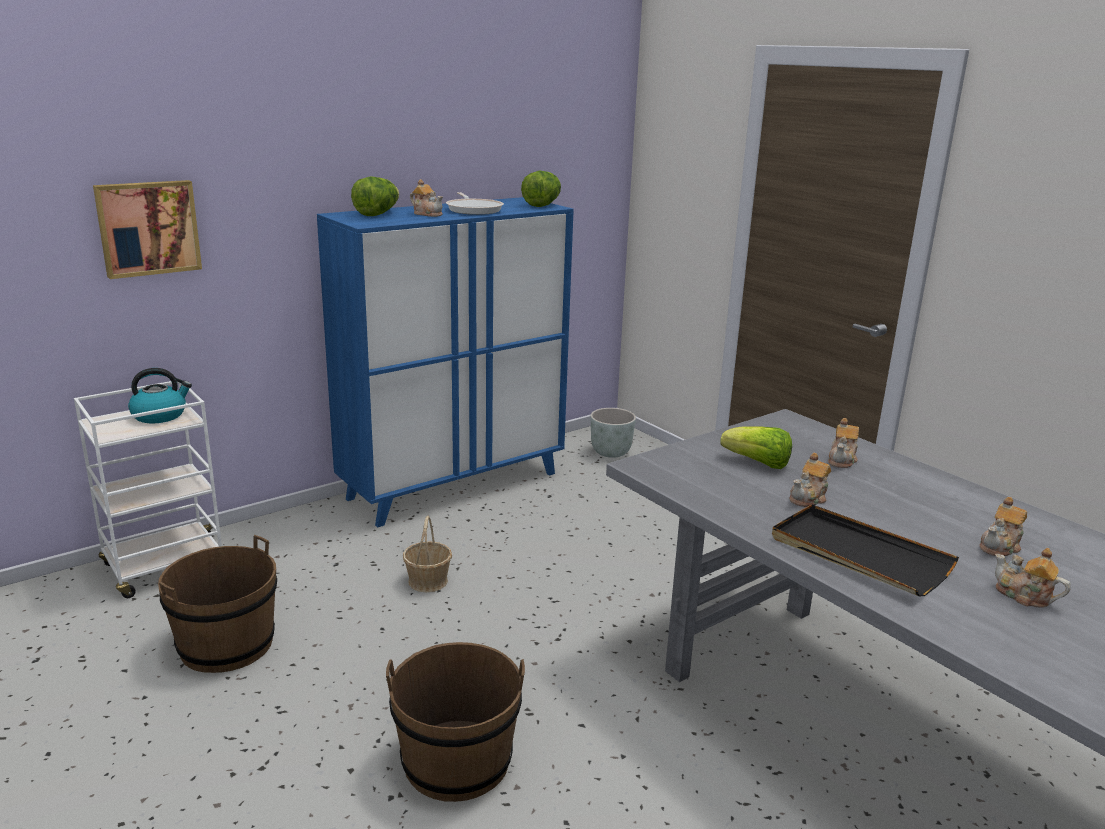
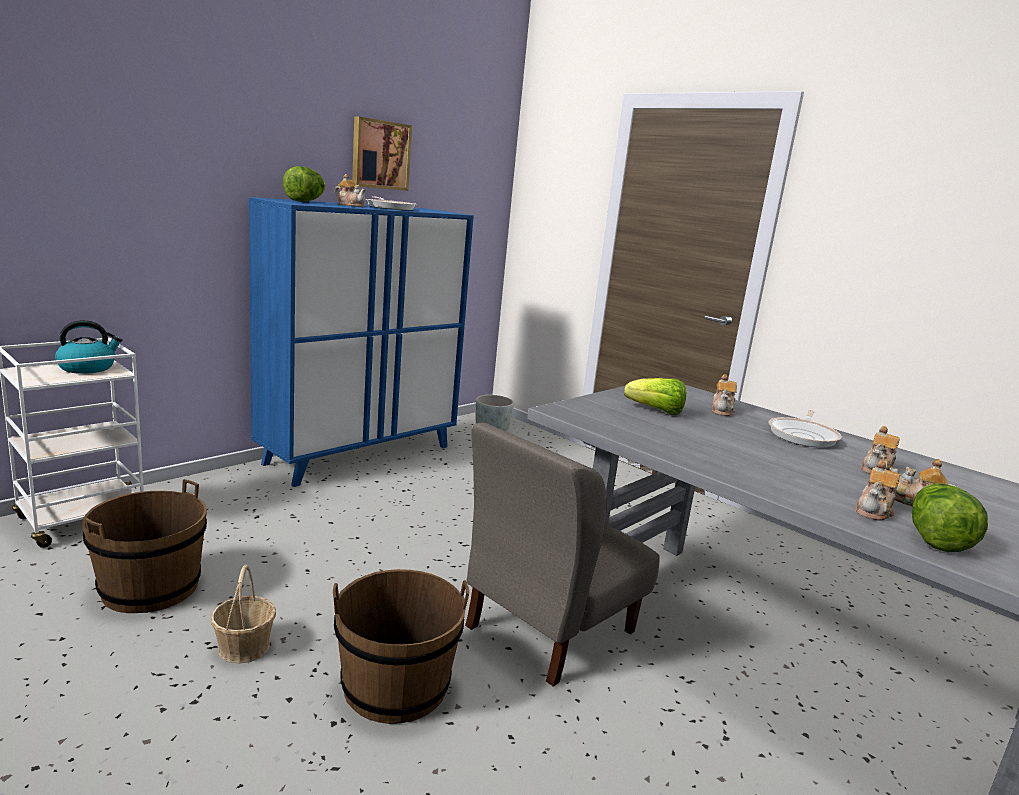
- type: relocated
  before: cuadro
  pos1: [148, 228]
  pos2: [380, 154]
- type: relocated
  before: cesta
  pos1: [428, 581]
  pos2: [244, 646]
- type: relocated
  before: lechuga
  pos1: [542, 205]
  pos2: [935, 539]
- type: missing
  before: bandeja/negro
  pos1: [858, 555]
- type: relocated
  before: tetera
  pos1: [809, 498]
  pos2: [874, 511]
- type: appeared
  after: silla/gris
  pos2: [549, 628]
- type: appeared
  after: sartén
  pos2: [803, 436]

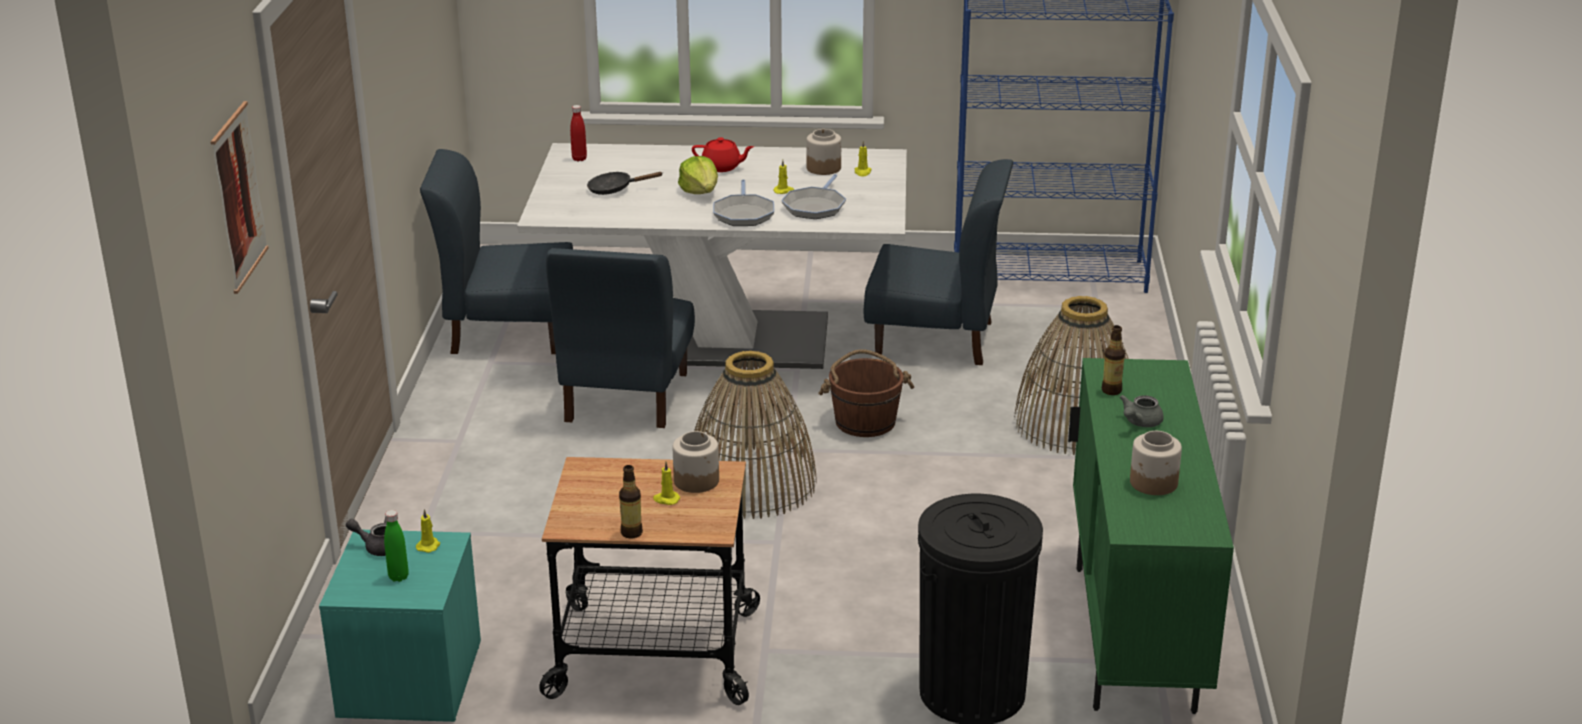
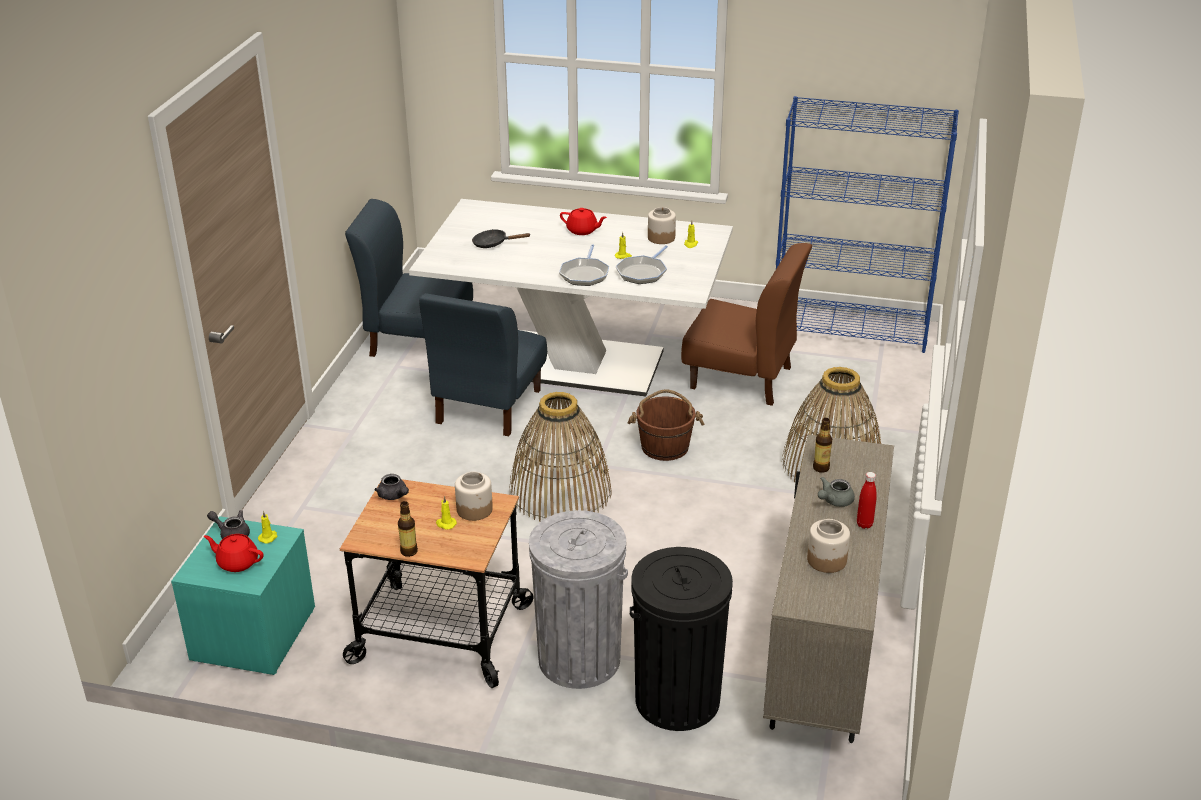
- type: missing
  before: cuadro
  pos1: [238, 197]
- type: exchanged
  before: botella/verde
  after: tetera/rojo
  pos1: [398, 577]
  pos2: [237, 562]
- type: relocated
  before: botella/rojo
  pos1: [579, 159]
  pos2: [864, 524]
- type: missing
  before: lechuga
  pos1: [700, 191]
- type: colour
  before: silla/azul
  after: silla/marrón
  pos1: [935, 338]
  pos2: [741, 378]
- type: colour
  before: armario/verde
  after: armario/beis
  pos1: [1133, 638]
  pos2: [821, 667]
- type: appeared
  after: tetera/gris
  pos2: [394, 496]
- type: appeared
  after: papelera/gris
  pos2: [579, 659]

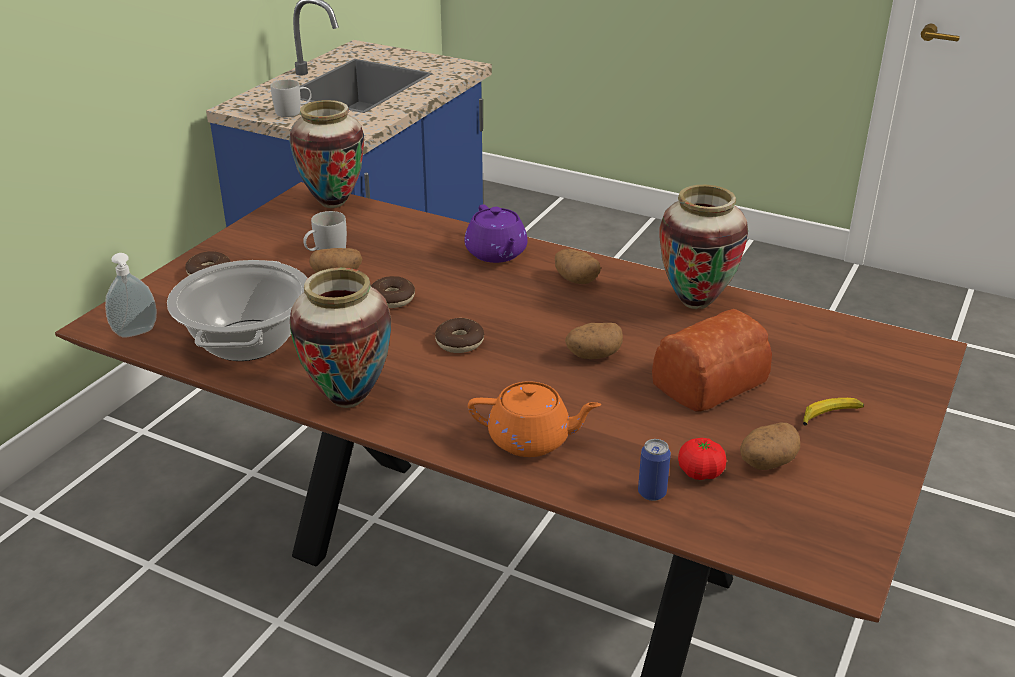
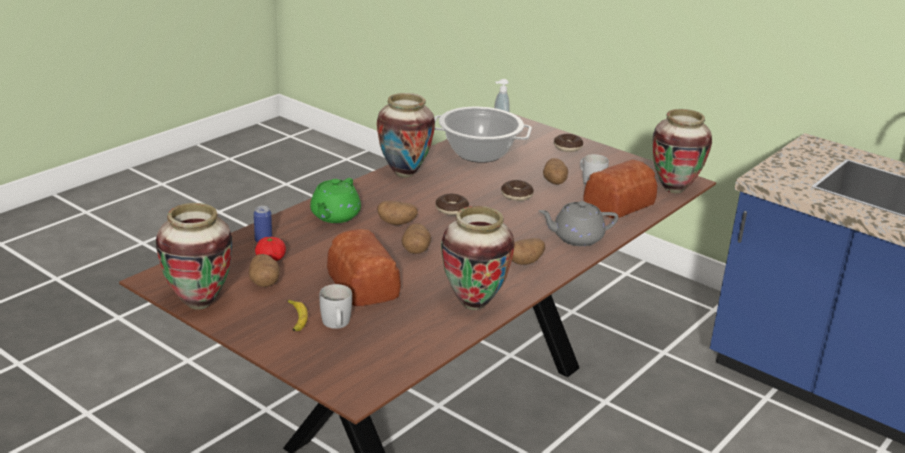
- type: relocated
  before: taza grande/blanco
  pos1: [293, 112]
  pos2: [336, 325]
- type: colour
  before: tetera/morado
  after: tetera/gris
  pos1: [496, 253]
  pos2: [576, 238]
- type: colour
  before: tetera/naranja
  after: tetera/verde
  pos1: [531, 440]
  pos2: [334, 216]
- type: appeared
  after: florero
  pos2: [199, 303]
- type: appeared
  after: patata
  pos2: [397, 223]
- type: appeared
  after: pan
  pos2: [617, 204]

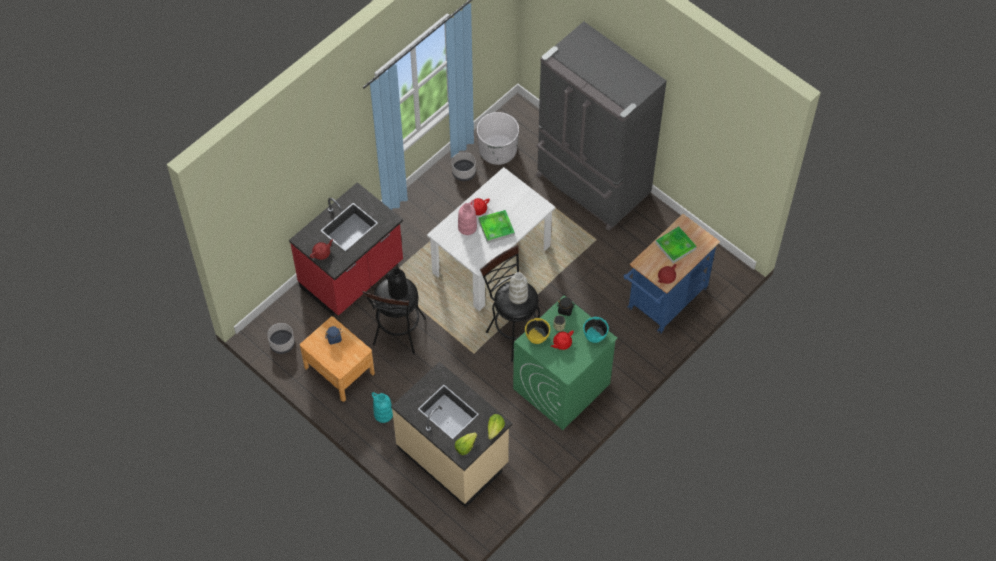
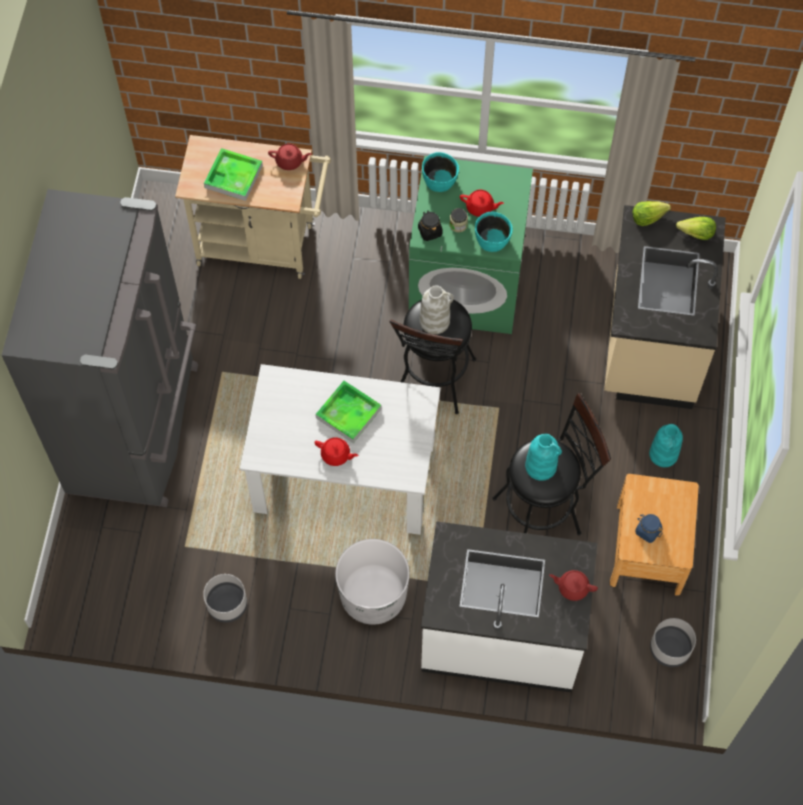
- type: colour
  before: mueble bajo de cocina/rojo
  after: mueble bajo de cocina/blanco
  pos1: [352, 276]
  pos2: [501, 633]
- type: colour
  before: florero/negro
  after: florero/turquesa
  pos1: [397, 291]
  pos2: [541, 466]
- type: missing
  before: florero/rosa
  pos1: [467, 227]
- type: relocated
  before: maceta/blanco
  pos1: [497, 151]
  pos2: [373, 595]
- type: colour
  before: cuenco/amarillo
  after: cuenco/turquesa
  pos1: [537, 336]
  pos2: [492, 239]
- type: colour
  before: carrito/azul
  after: carrito/beis
  pos1: [664, 302]
  pos2: [263, 245]

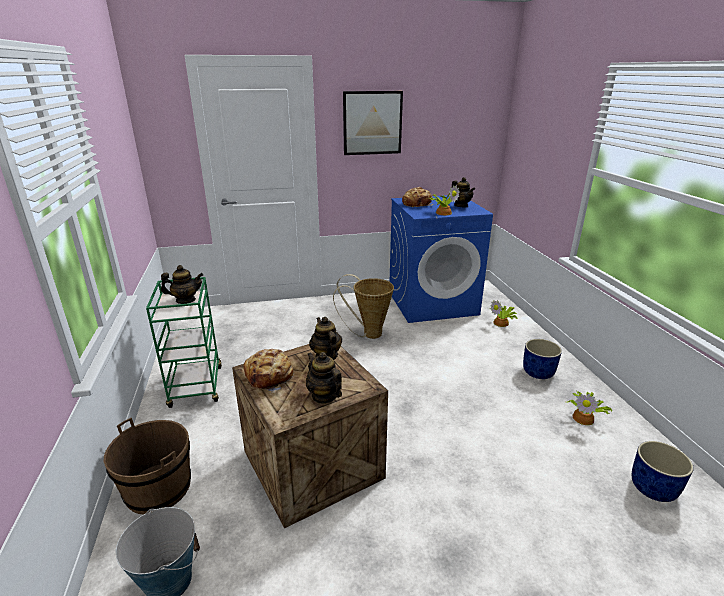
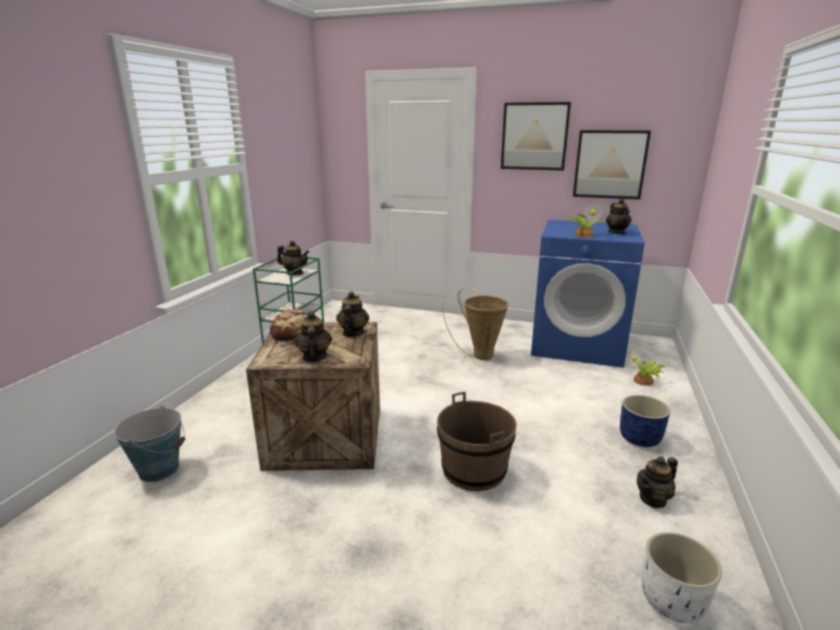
- type: relocated
  before: cubo/marrón
  pos1: [158, 488]
  pos2: [474, 470]
- type: missing
  before: pan
  pos1: [417, 204]
- type: exchanged
  before: planta en maceta
  after: tetera
  pos1: [584, 417]
  pos2: [653, 499]
- type: colour
  before: maceta/azul
  after: maceta/blanco
  pos1: [654, 488]
  pos2: [672, 601]
- type: appeared
  after: cuadro
  pos2: [610, 164]

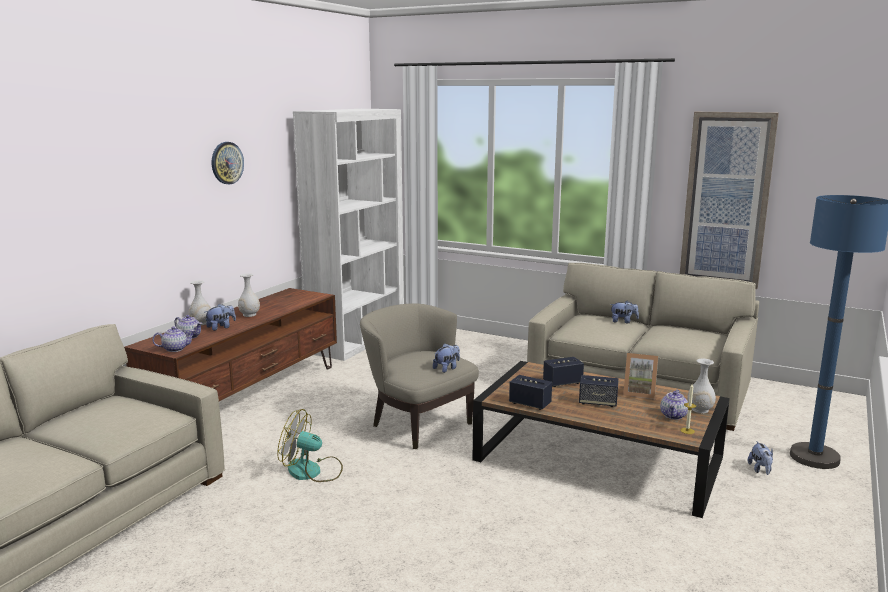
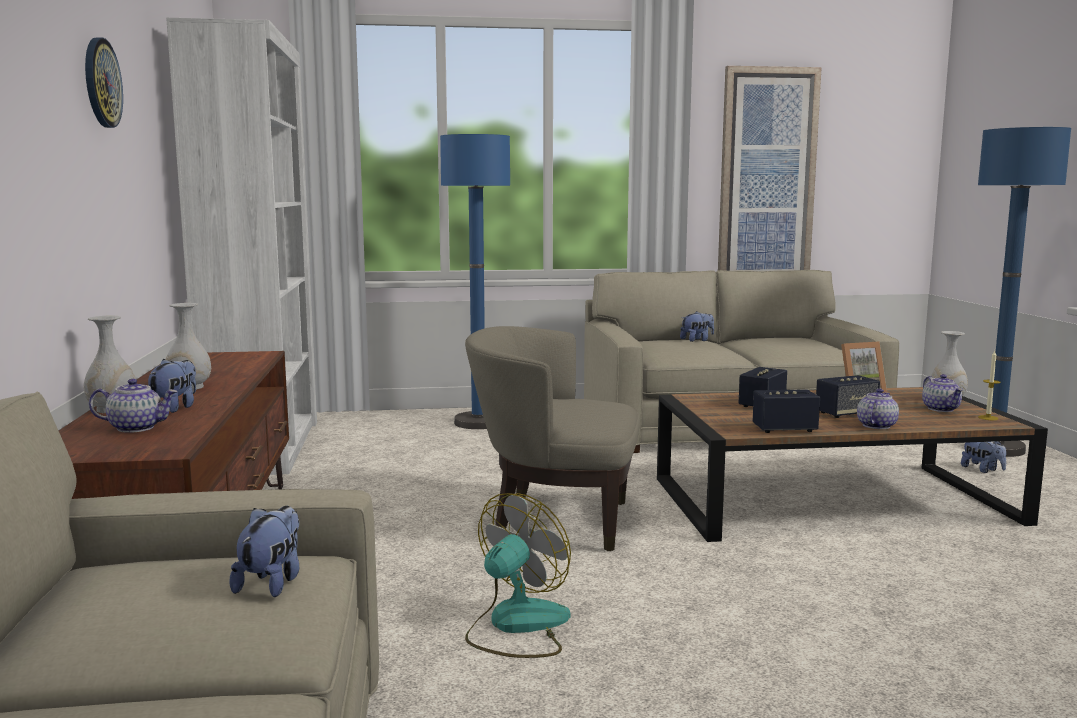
- type: relocated
  before: tetera
  pos1: [175, 349]
  pos2: [876, 426]
- type: spun
  before: ventilador
  pos1: [312, 471]
  pos2: [517, 626]
  turn: 150
- type: relocated
  before: peluche
  pos1: [447, 368]
  pos2: [272, 583]
- type: appeared
  after: lámpara de pie/azul
  pos2: [478, 422]

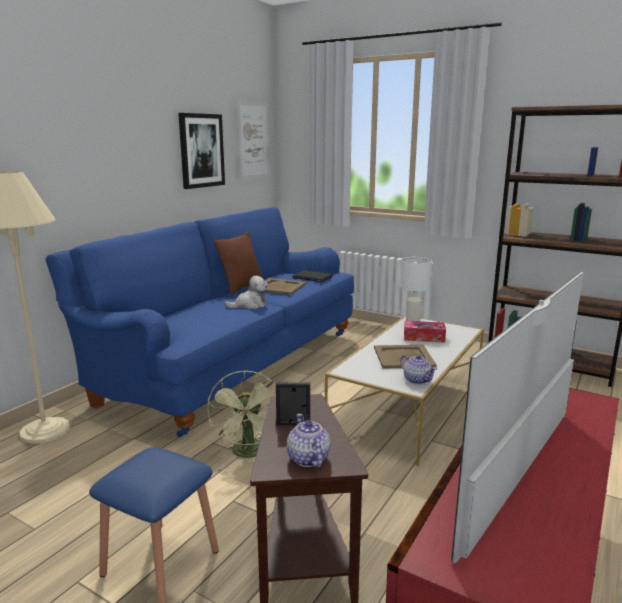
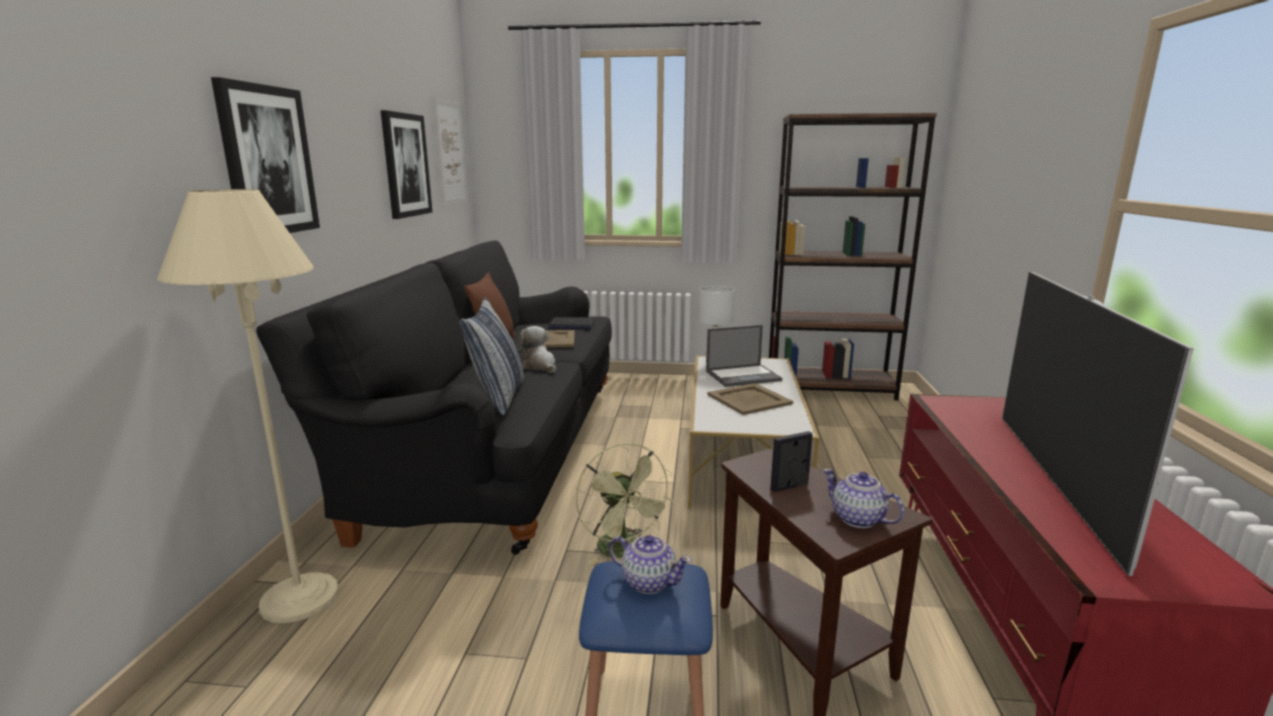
- type: colour
  before: sofá/azul
  after: sofá/negro
  pos1: [230, 364]
  pos2: [494, 451]
- type: spun
  before: peluche
  pos1: [249, 305]
  pos2: [539, 366]
  turn: -75
- type: relocated
  before: tetera
  pos1: [417, 380]
  pos2: [648, 581]
- type: exchanged
  before: caja de pañuelos
  after: portátil
  pos1: [424, 337]
  pos2: [743, 376]
- type: appeared
  after: cuadro
  pos2: [267, 161]
- type: appeared
  after: cojín
  pos2: [498, 397]

